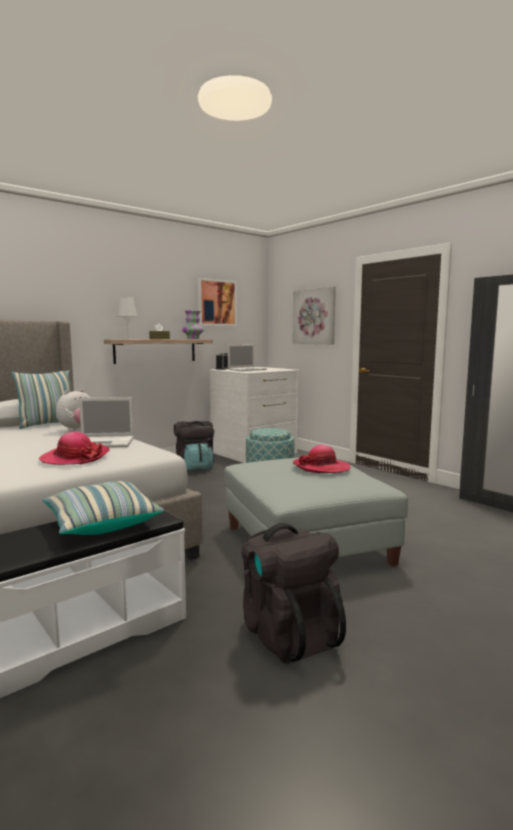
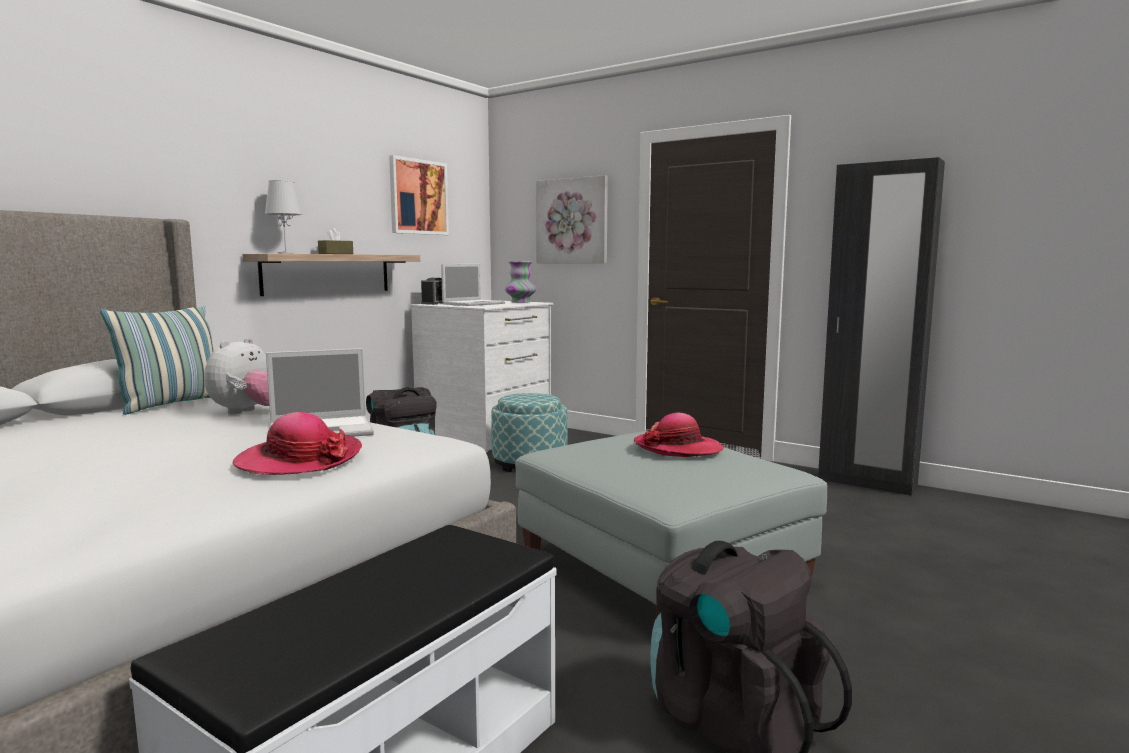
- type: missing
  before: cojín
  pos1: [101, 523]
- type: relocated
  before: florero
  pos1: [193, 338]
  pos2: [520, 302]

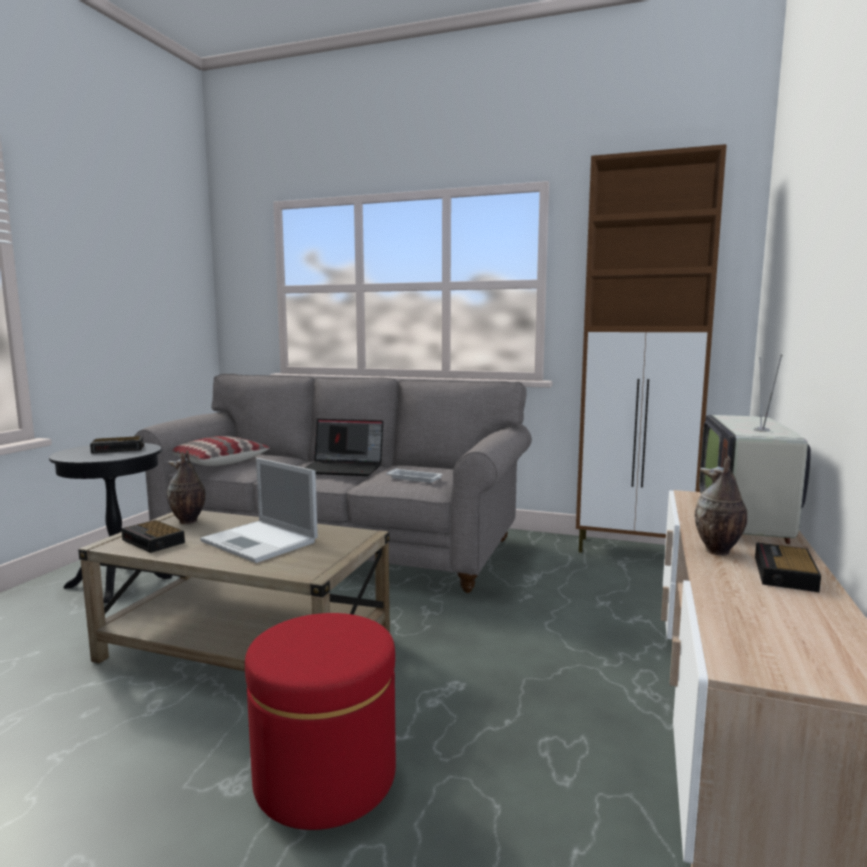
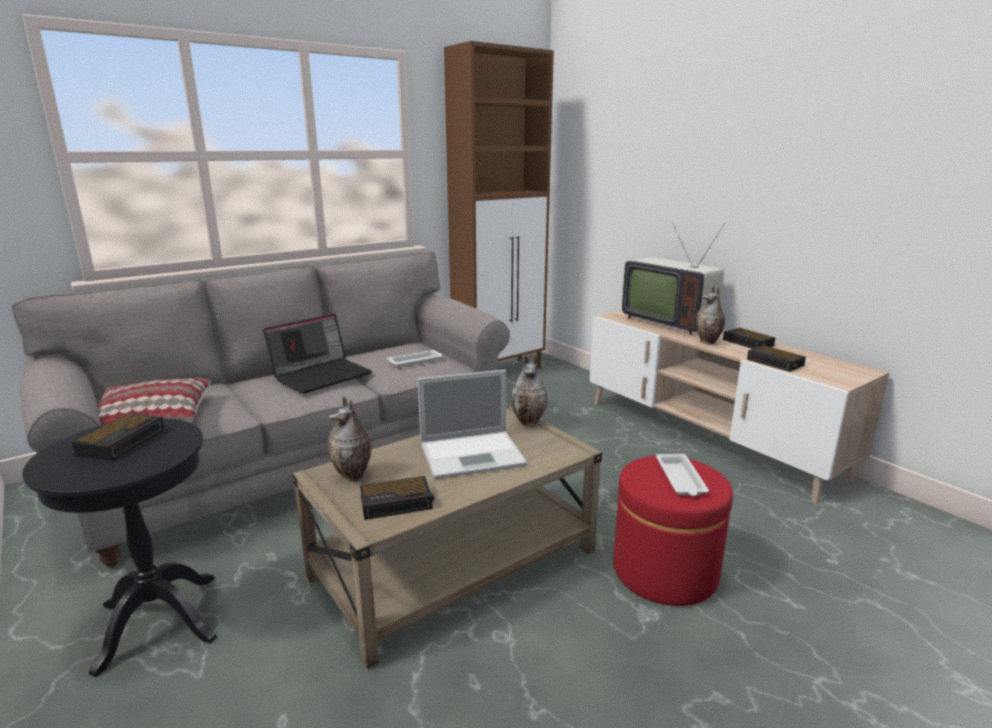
- type: appeared
  after: florero
  pos2: [529, 422]
- type: appeared
  after: bandeja/blanco
  pos2: [680, 479]
- type: appeared
  after: despertador
  pos2: [776, 363]

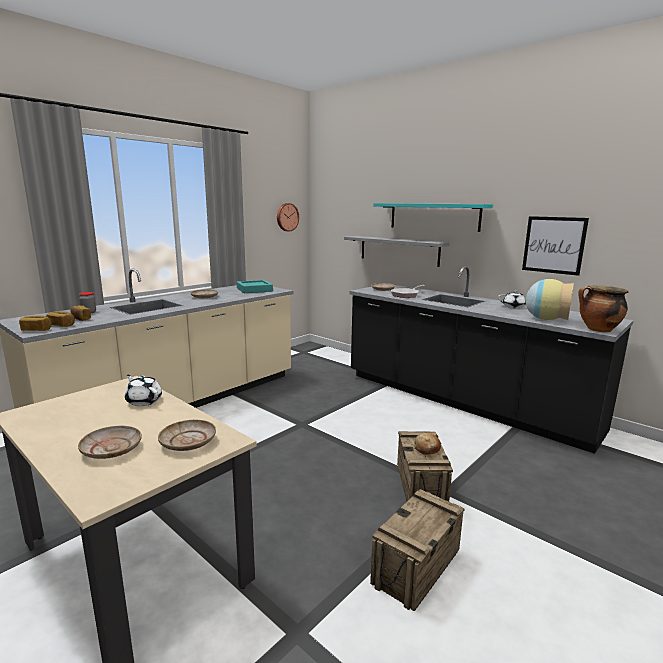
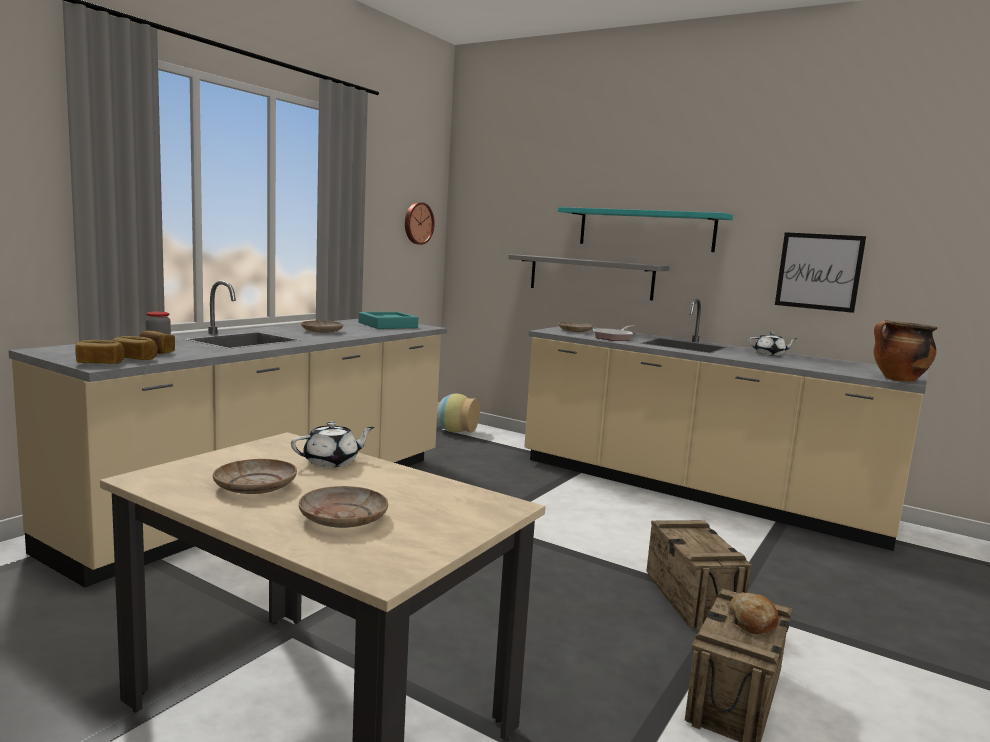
- type: spun
  before: tetera/blanco
  pos1: [144, 401]
  pos2: [332, 462]
  turn: 120
- type: relocated
  before: plato/beis
  pos1: [188, 442]
  pos2: [255, 486]
- type: colour
  before: mueble bajo de cocina/negro
  after: mueble bajo de cocina/beis
  pos1: [463, 401]
  pos2: [696, 491]
- type: relocated
  before: pan
  pos1: [426, 448]
  pos2: [752, 622]
- type: relocated
  before: florero
  pos1: [546, 319]
  pos2: [455, 431]

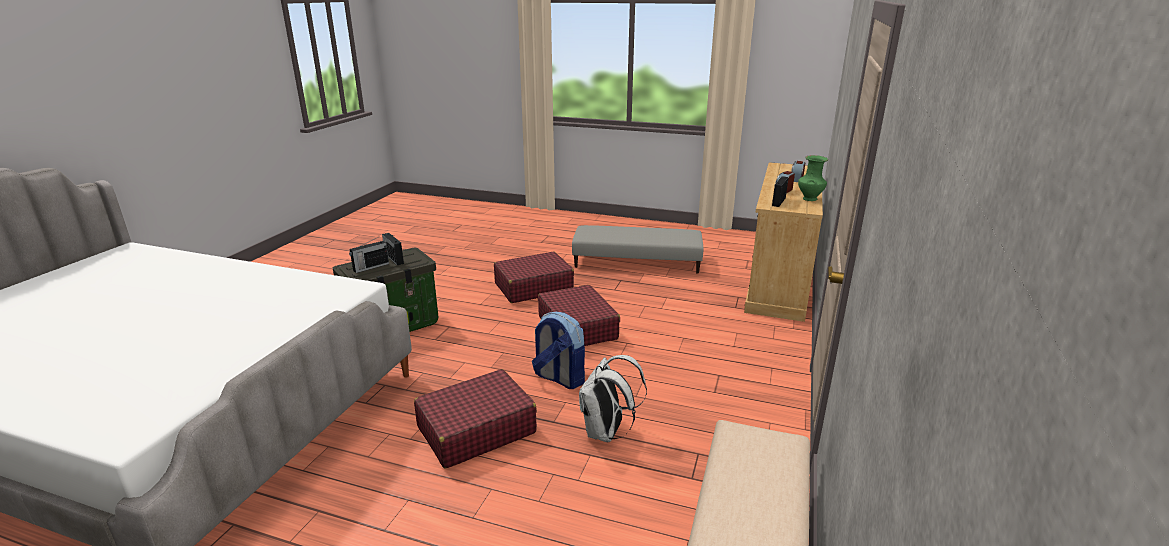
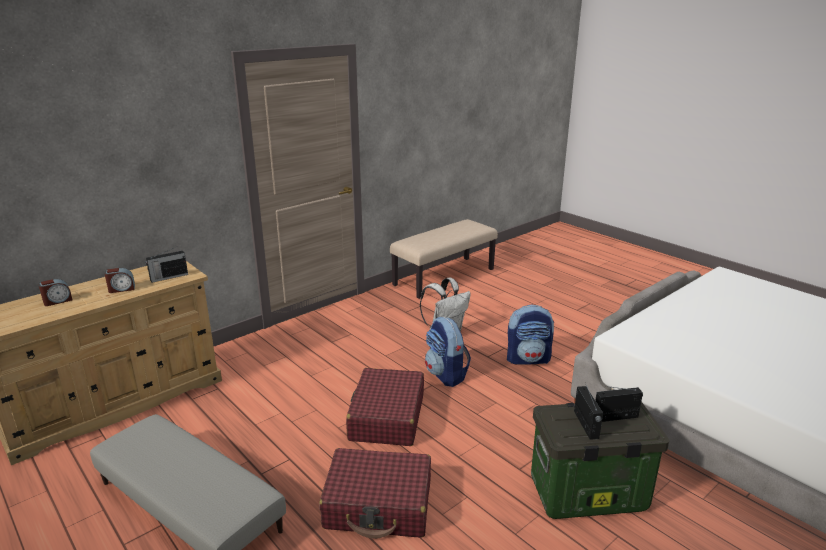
- type: exchanged
  before: maleta/rojo
  after: mochila
  pos1: [476, 430]
  pos2: [528, 359]
- type: missing
  before: florero/verde
  pos1: [809, 198]

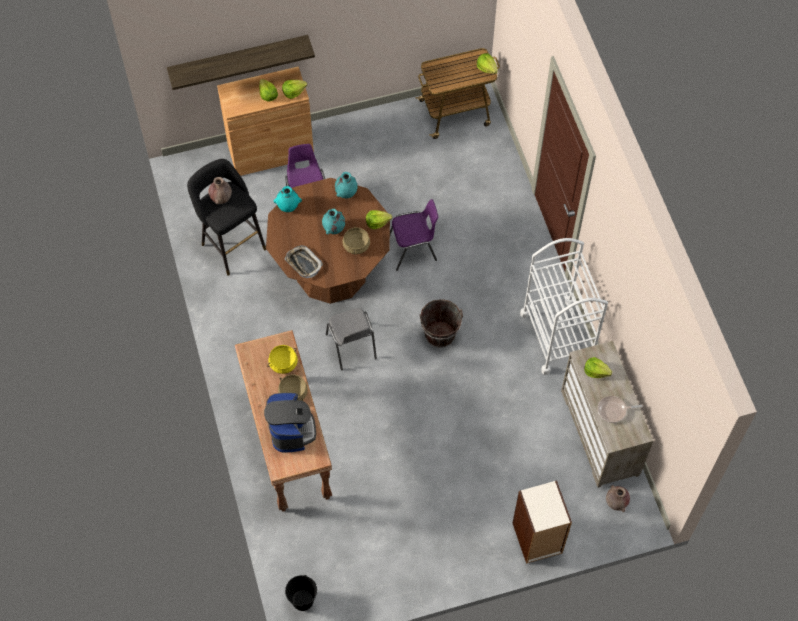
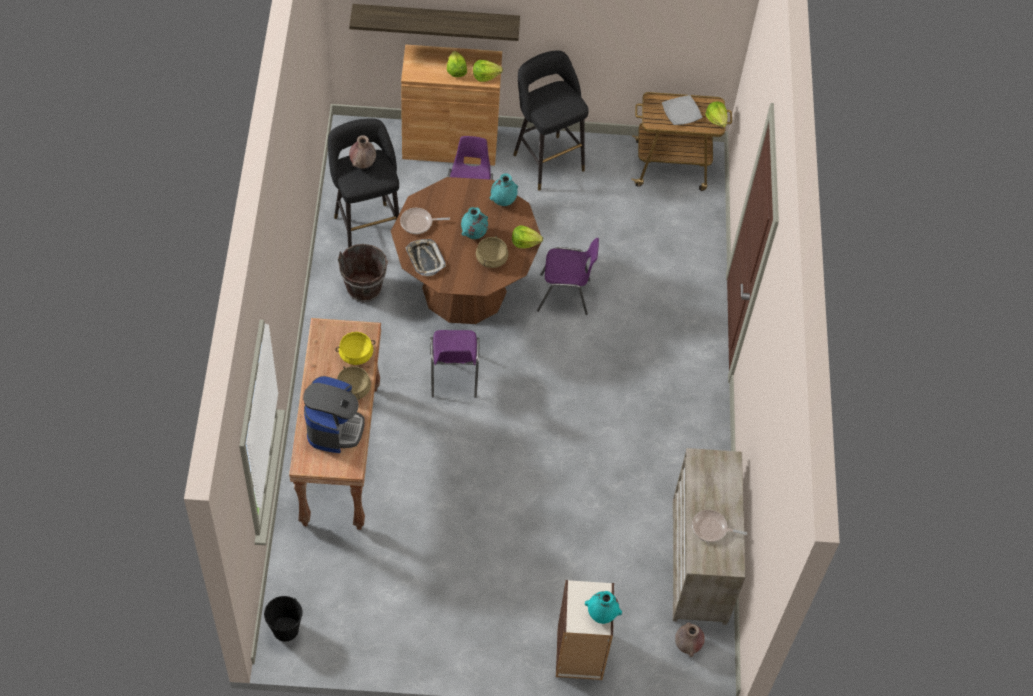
- type: relocated
  before: florero/turquesa
  pos1: [288, 207]
  pos2: [601, 615]
- type: colour
  before: silla/gris
  after: silla/morado
  pos1: [351, 347]
  pos2: [453, 377]
- type: relocated
  before: cubo/marrón
  pos1: [440, 335]
  pos2: [364, 288]
- type: missing
  before: carrito/blanco
  pos1: [557, 336]
- type: missing
  before: lechuga
  pos1: [596, 371]
- type: appeared
  after: sartén
  pos2: [418, 223]
- type: appeared
  after: taburete/negro
  pos2: [546, 159]
- type: appeared
  after: plato
  pos2: [682, 112]

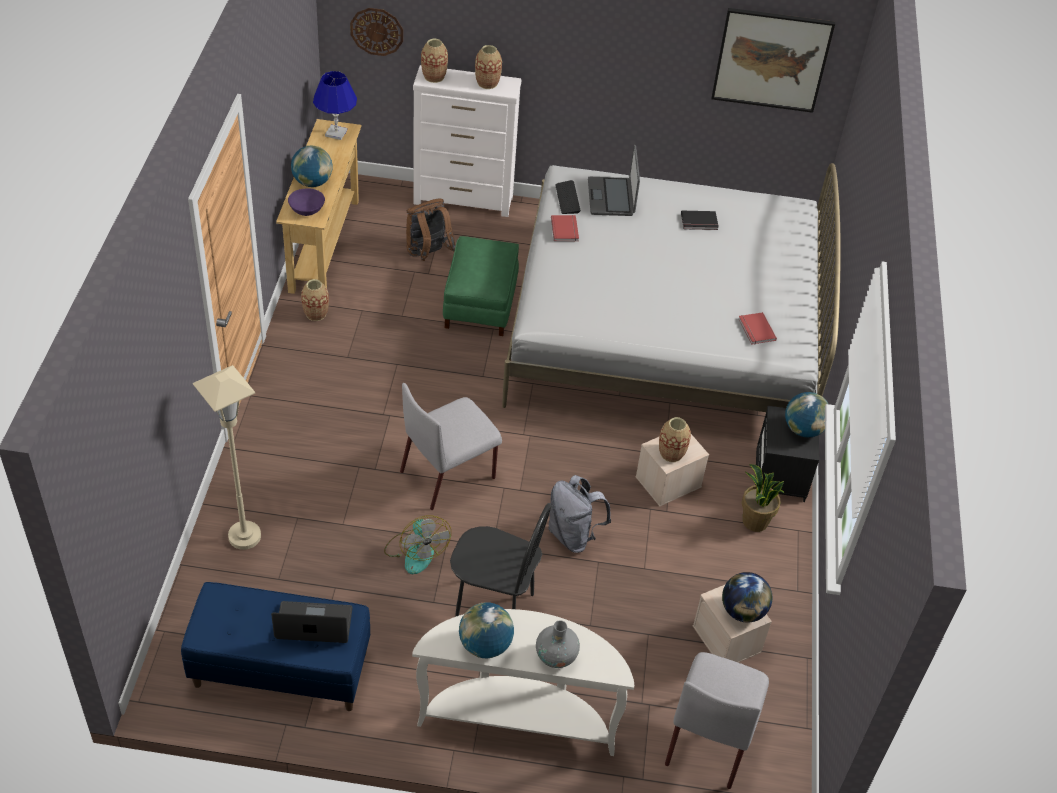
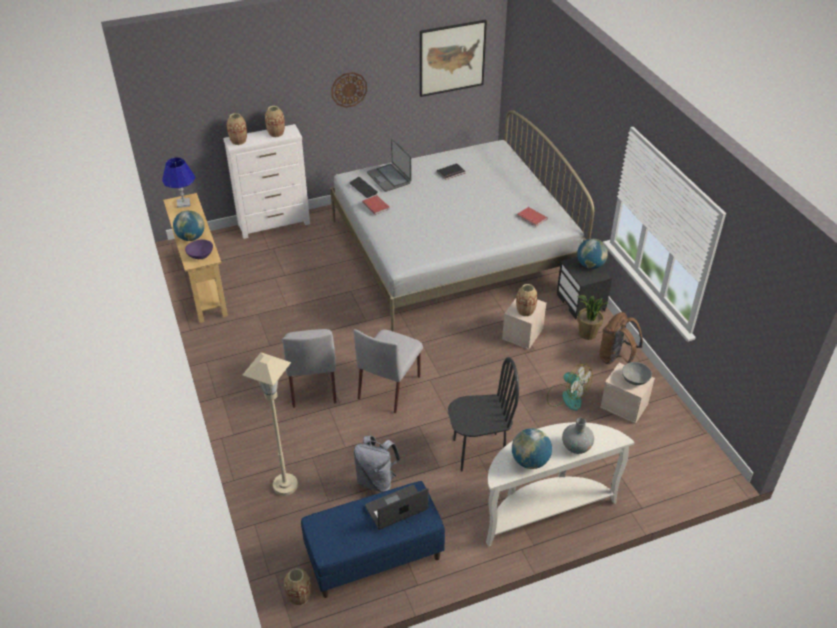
- type: relocated
  before: florero
  pos1: [316, 314]
  pos2: [299, 596]
- type: relocated
  before: reloj de pared
  pos1: [377, 31]
  pos2: [349, 89]
- type: relocated
  before: ventilador
  pos1: [416, 551]
  pos2: [567, 397]
- type: relocated
  before: mochila/marrón
  pos1: [428, 254]
  pos2: [615, 358]
- type: missing
  before: puf/verde
  pos1: [480, 305]
- type: relocated
  before: mochila/gris
  pos1: [573, 535]
  pos2: [376, 481]
- type: relocated
  before: silla/gris
  pos1: [709, 738]
  pos2: [313, 384]
- type: exchanged
  before: globo terráqueo
  after: cuenco/gris
  pos1: [742, 611]
  pos2: [635, 379]

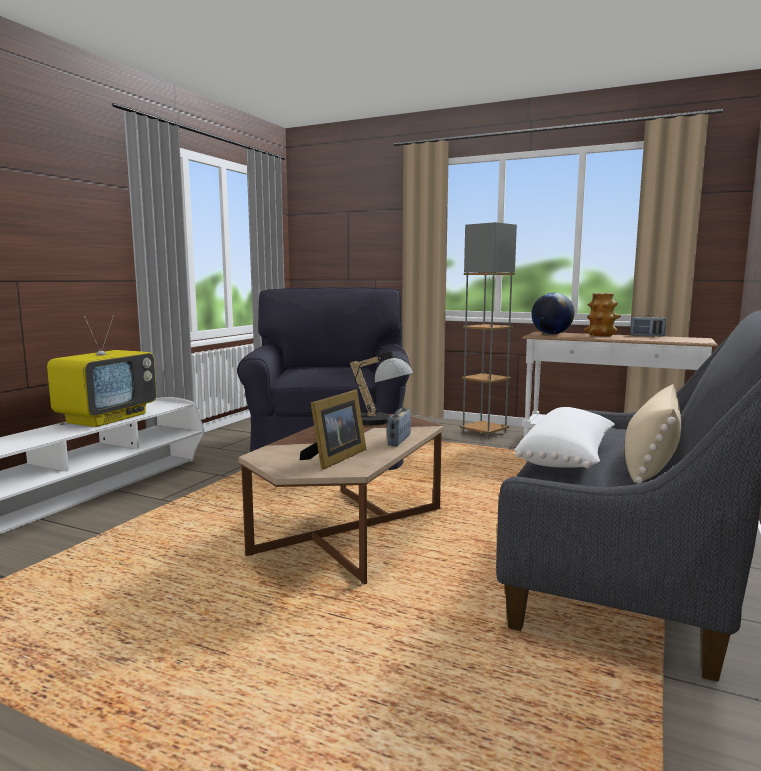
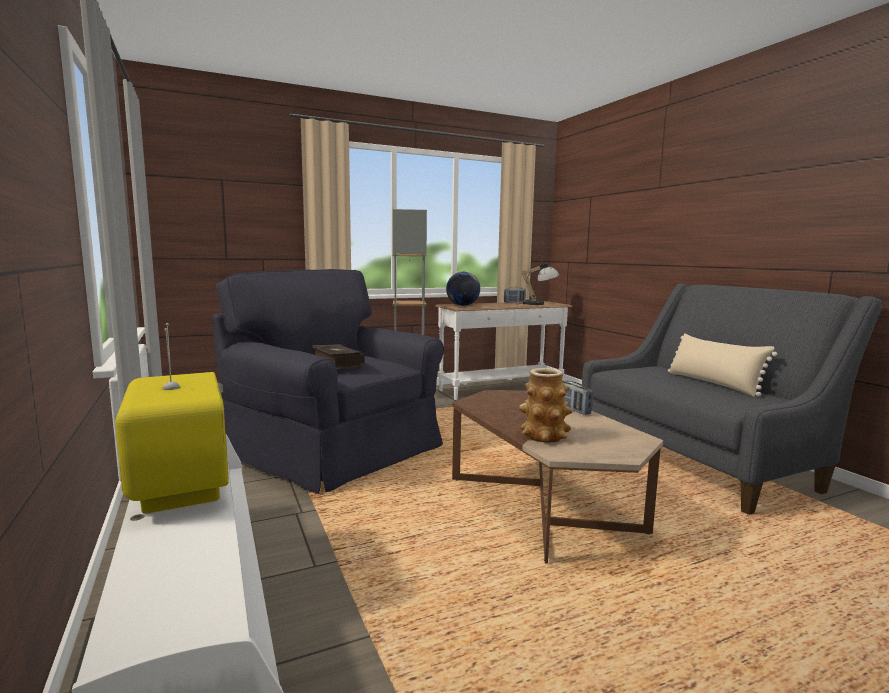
- type: missing
  before: portarretratos
  pos1: [335, 458]
- type: relocated
  before: lámpara de mesa
  pos1: [380, 422]
  pos2: [539, 304]
- type: missing
  before: cojín/blanco
  pos1: [569, 458]
- type: relocated
  before: florero
  pos1: [601, 335]
  pos2: [544, 436]
- type: appeared
  after: libro
  pos2: [336, 364]

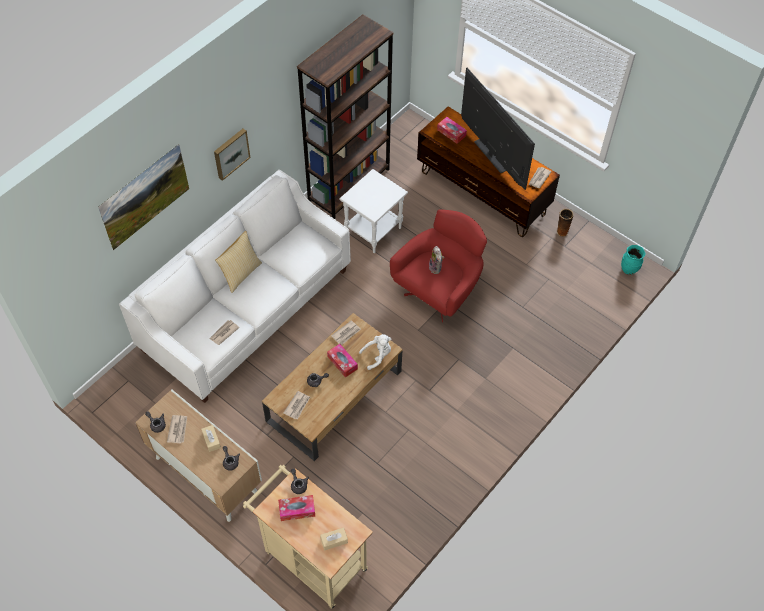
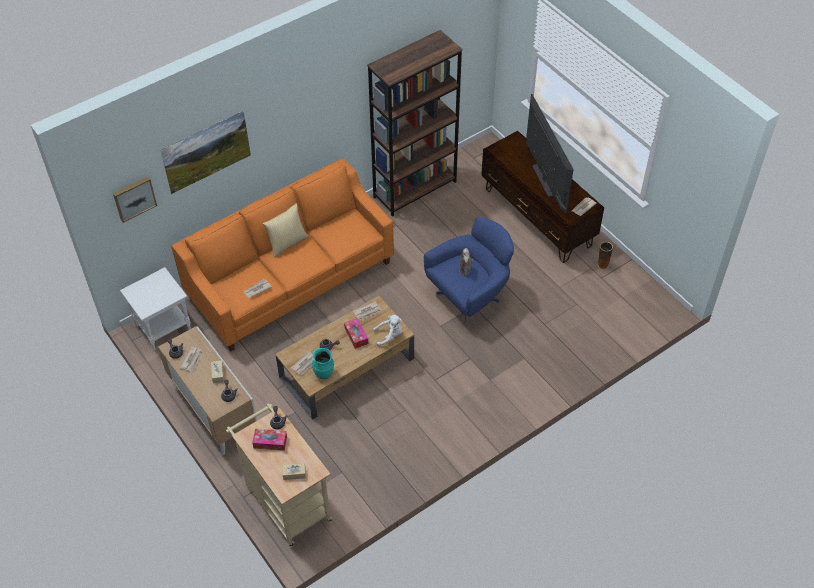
- type: colour
  before: sofá/blanco
  after: sofá/naranja
  pos1: [247, 309]
  pos2: [291, 280]
- type: relocated
  before: cuadro
  pos1: [230, 153]
  pos2: [134, 198]
- type: relocated
  before: mesa auxiliar/blanco
  pos1: [373, 230]
  pos2: [163, 327]
- type: colour
  before: sillón/rojo
  after: sillón/azul
  pos1: [439, 292]
  pos2: [469, 296]
- type: missing
  before: caja de pañuelos
  pos1: [451, 133]
- type: relocated
  before: florero/turquesa
  pos1: [629, 269]
  pos2: [324, 373]

